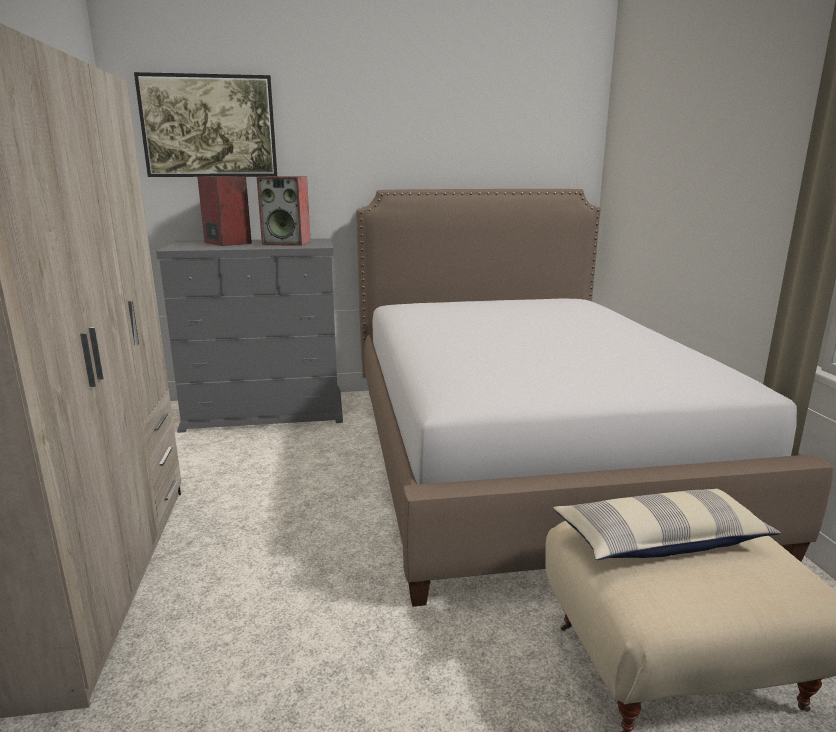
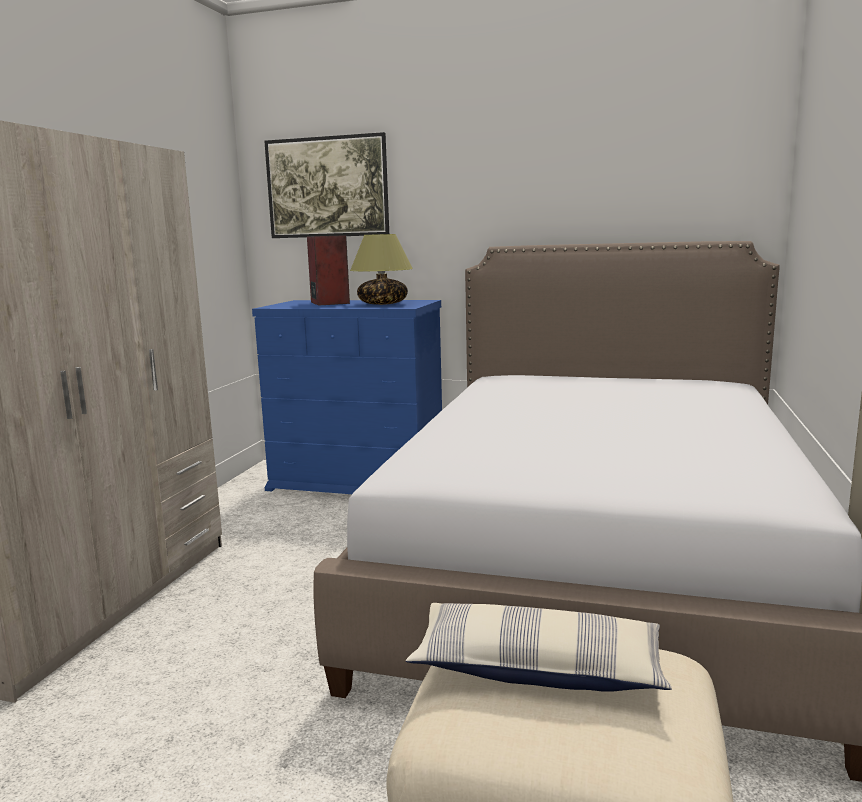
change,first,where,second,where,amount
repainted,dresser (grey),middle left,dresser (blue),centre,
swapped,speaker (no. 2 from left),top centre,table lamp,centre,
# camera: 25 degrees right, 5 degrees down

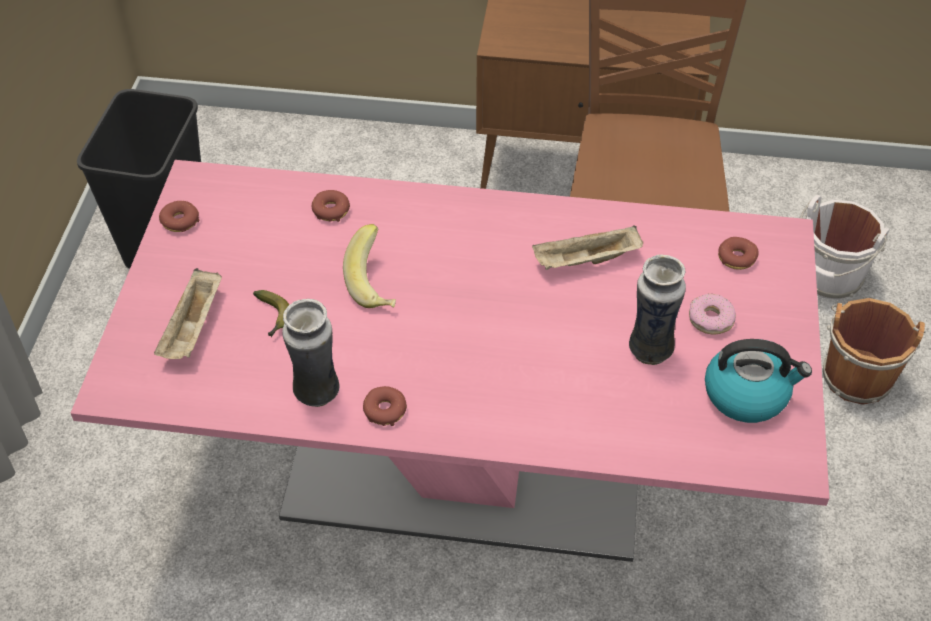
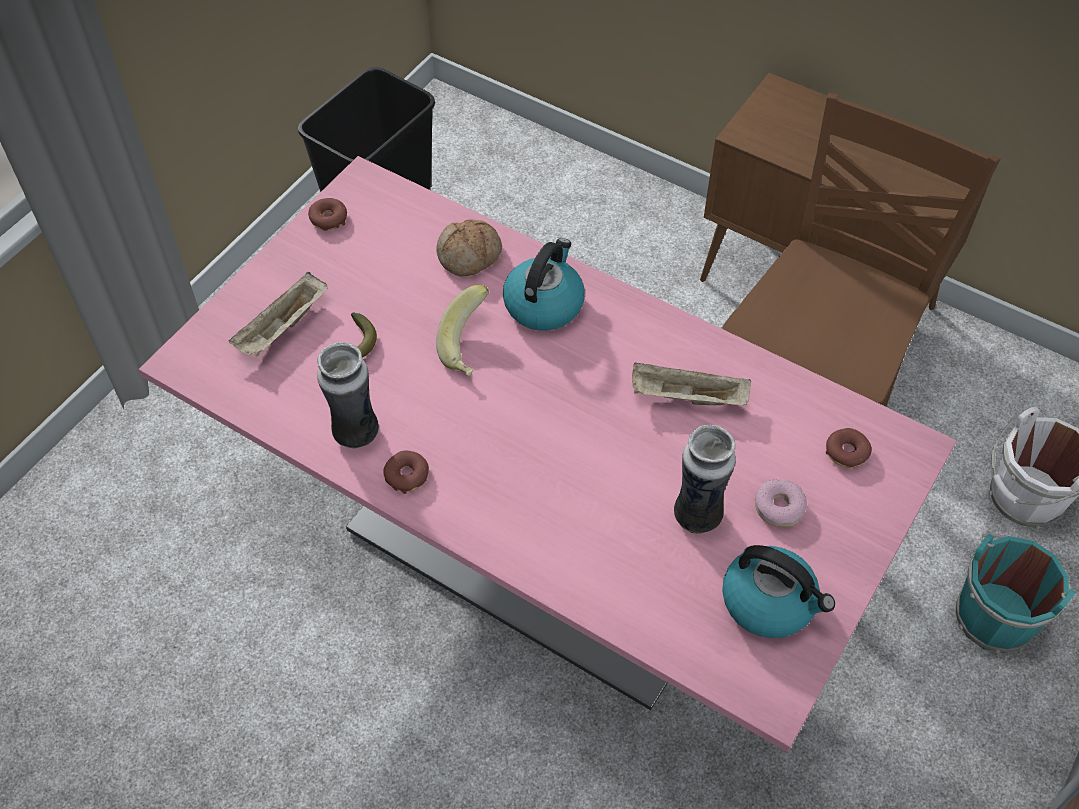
change,first,where,second,where,amount
swapped,donut (no. 2 from left),top centre,bread,top centre,
new,,,kettle (no. 1 from left),centre,
repainted,bucket (brown),middle right,bucket (turquoise),bottom right,
# camera: 25 degrees right, 5 degrees up

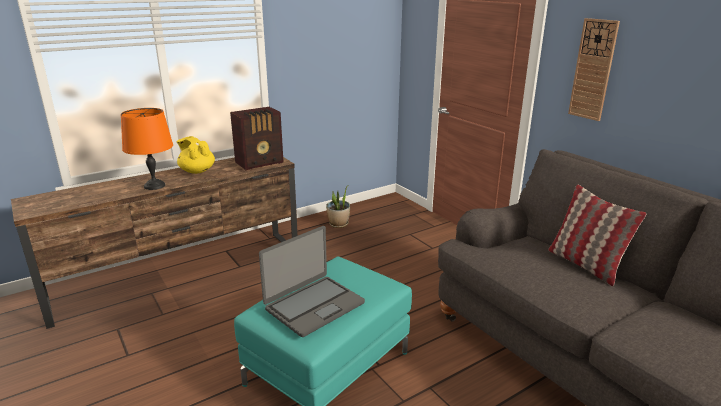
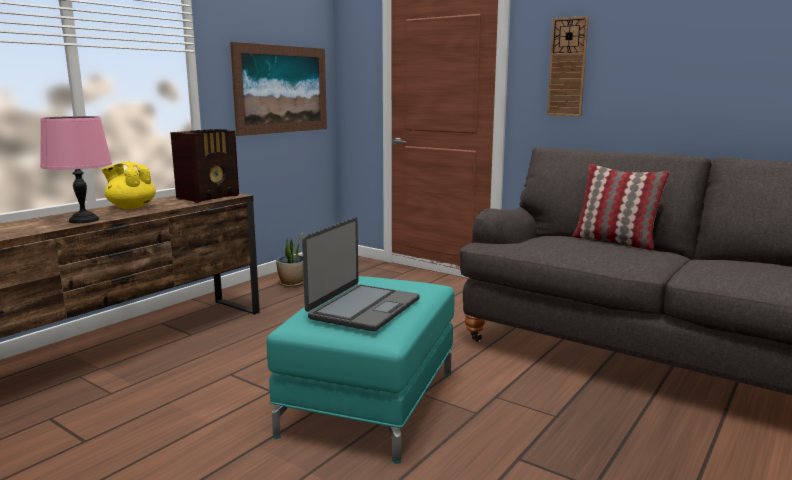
change,first,where,second,where,amount
repainted,table lamp (orange),middle left,table lamp (pink),middle left,
new,,,picture,top centre,
# camera: 20 degrees left, 10 degrees down

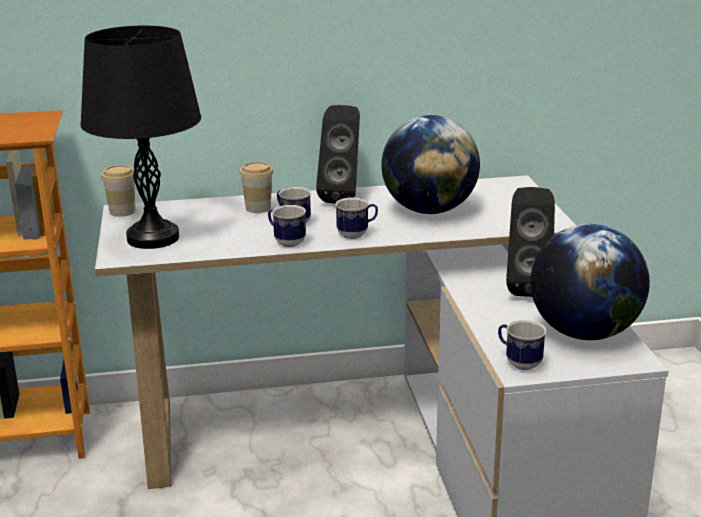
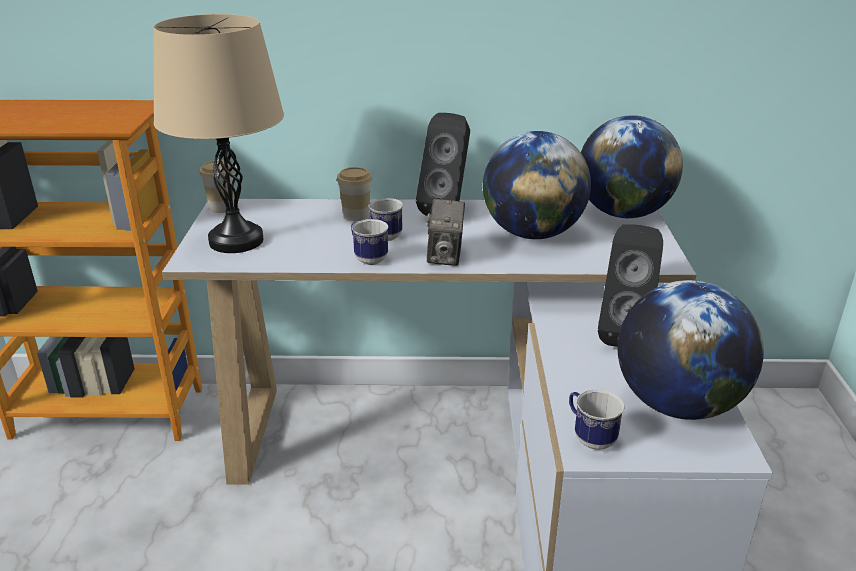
change,first,where,second,where,amount
repainted,table lamp (black),top left,table lamp (beige),top left,
swapped,mug (no. 3 from left),centre,photo camera,centre,
new,,,globe (no. 2 from left),top right,
# camera: 10 degrees right, 5 degrees up

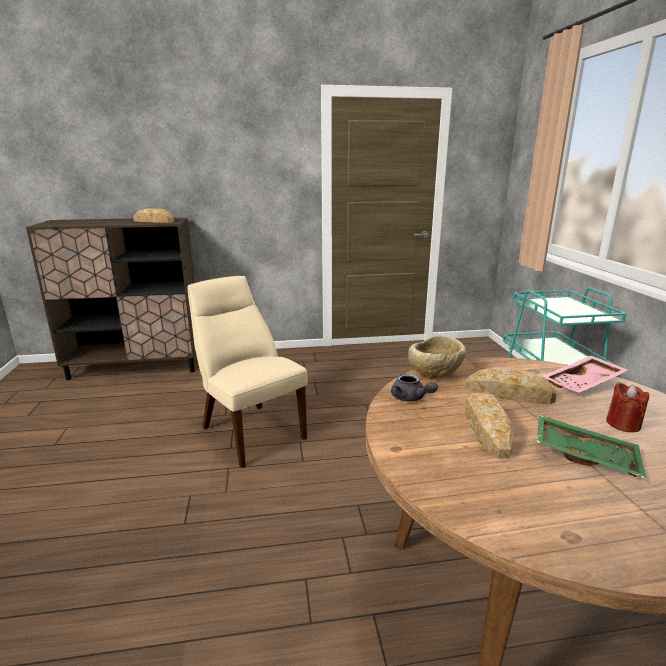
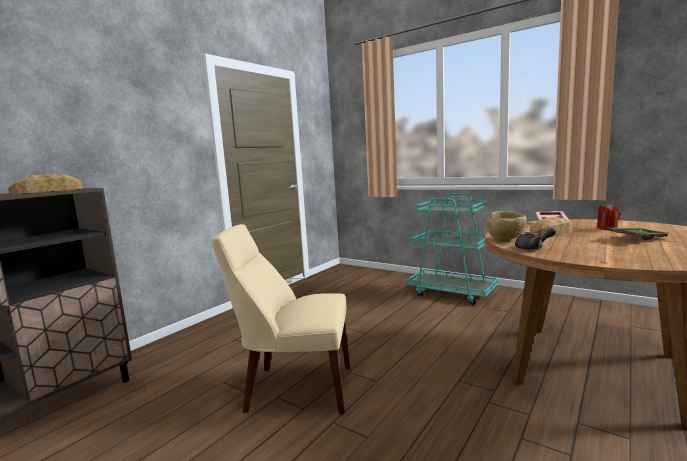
change,first,where,second,where,amount
gone,bread (no. 2 from left),middle right,,,
# camera: 45 degrees left, 10 degrees down

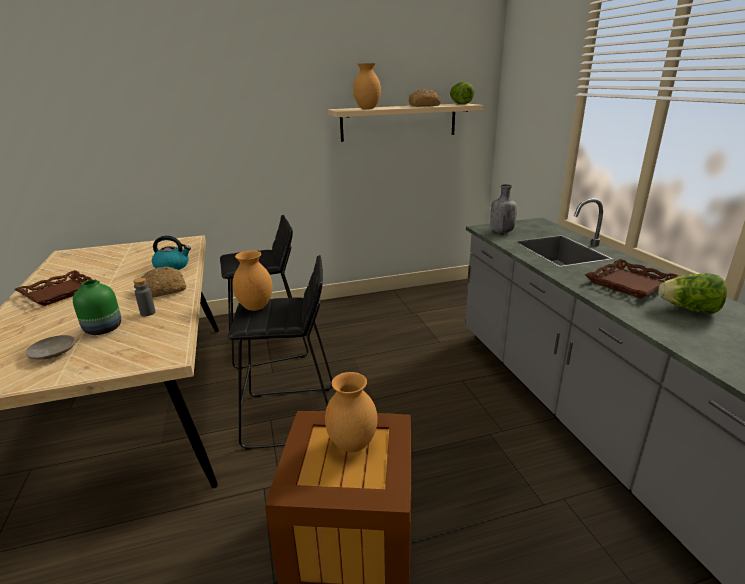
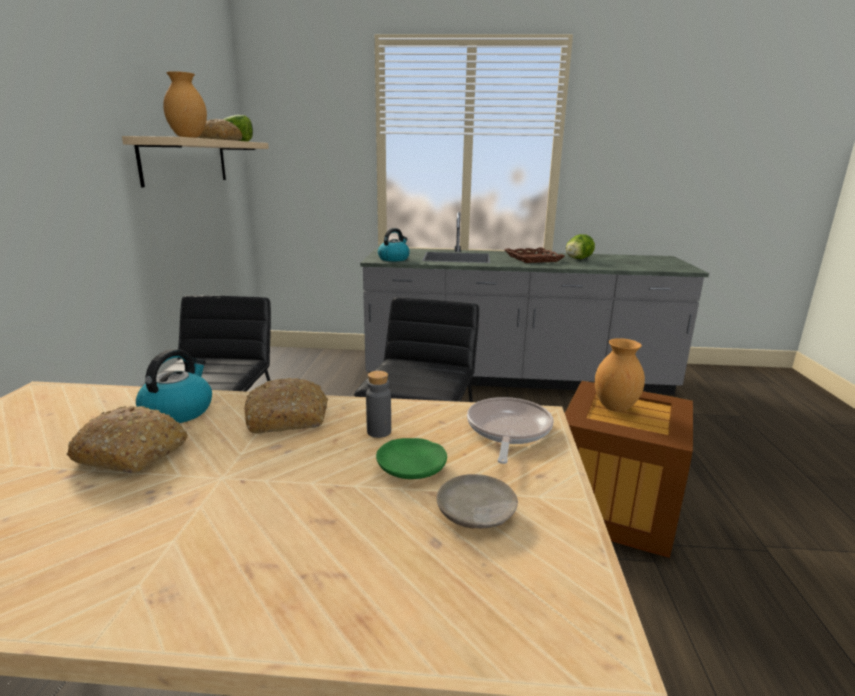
change,first,where,second,where,amount
new,,,bread (no. 1 from left),middle left,
swapped,vase (green),middle left,plate (green),centre,
swapped,bottle (grey) (no. 2 from left),middle right,kettle (no. 2 from left),centre,
new,,,frying pan,centre,
gone,tray (brown) (no. 1 from left),middle left,,,
gone,vase (brown) (no. 1 from left),centre,,,
# camera: 70 degrees left, 5 degrees down

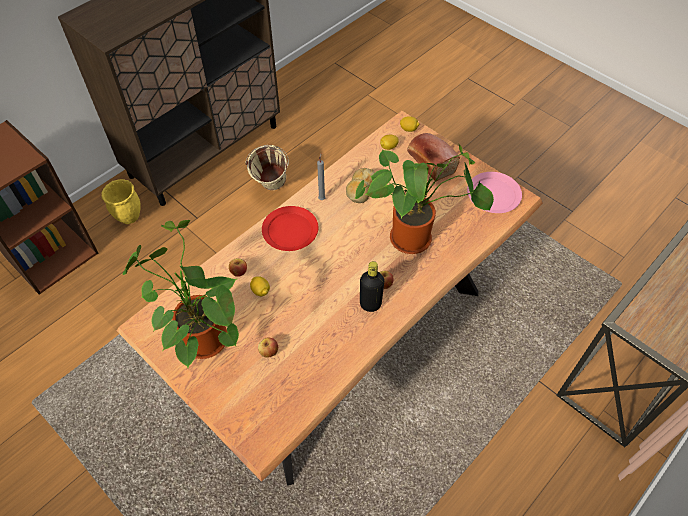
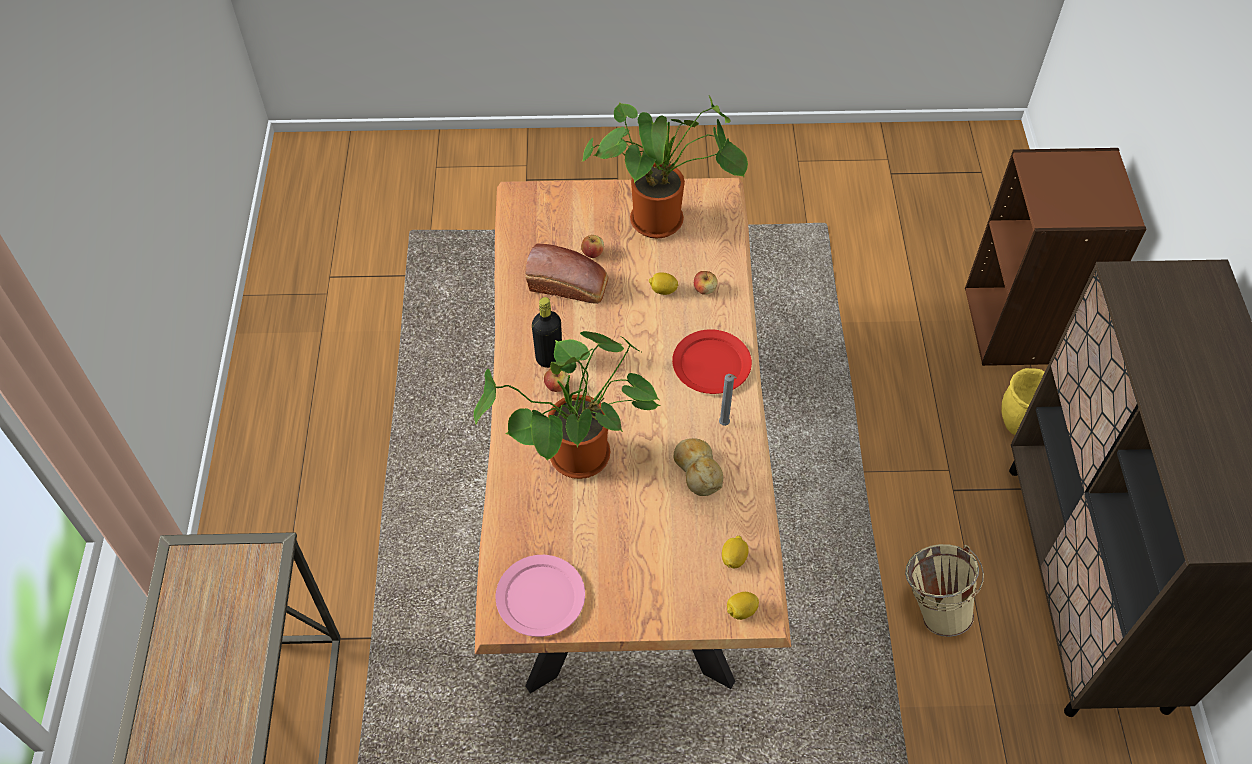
change,first,where,second,where,amount
shifted,bread (no. 2 from left in the first image),top centre,bread (no. 1 from left),centre,
# camera: 135 degrees right, 0 degrees up

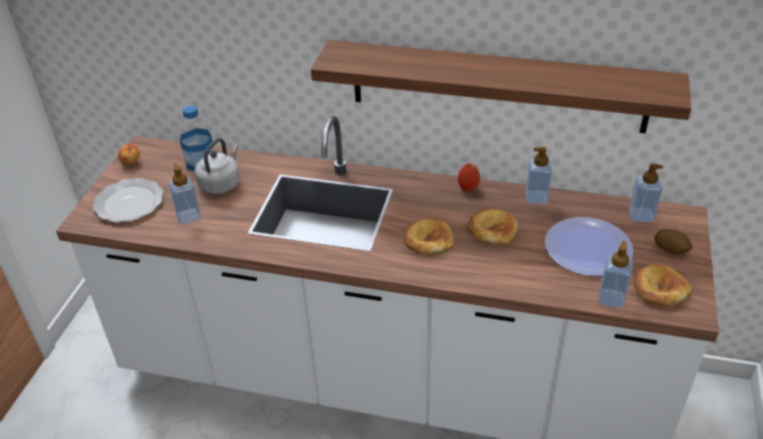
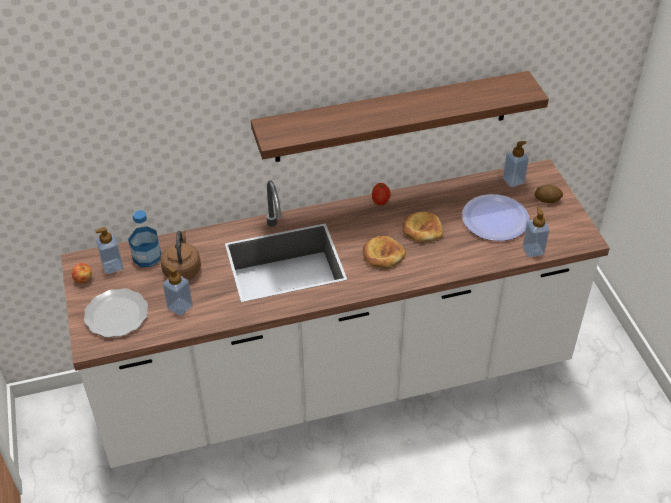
change,first,where,second,where,amount
shifted,soap dispenser (no. 2 from left in the first image),middle right,soap dispenser (no. 1 from left),middle left,
repainted,kettle (grey),middle left,kettle (brown),middle left,
gone,bread (no. 3 from left),middle right,,,
# camera: 30 degrees left, 5 degrees up

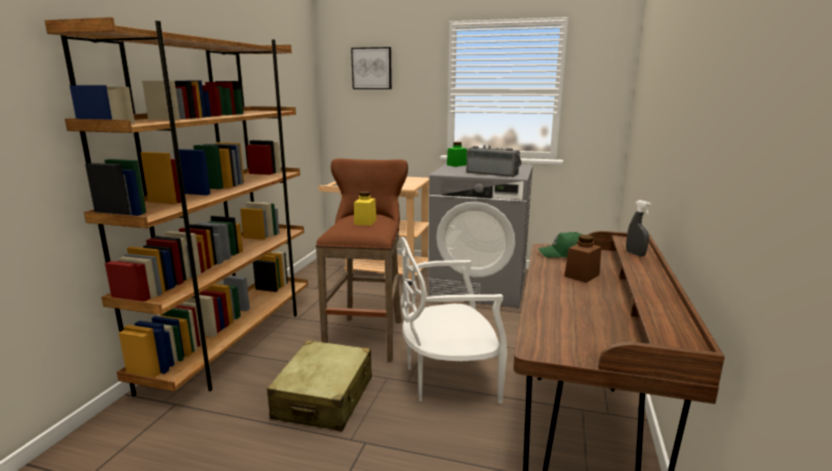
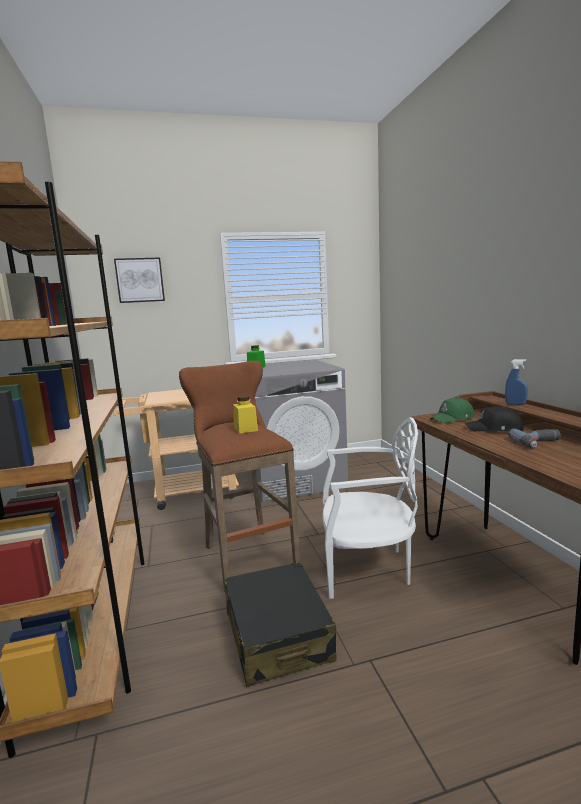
change,first,where,second,where,amount
repainted,suitcase (beige),bottom centre,suitcase (black),bottom centre,
rotated,chair (white),bottom centre,,centre,135 degrees counterclockwise
swapped,jar (brown),middle right,cap (black),middle right,
repainted,spray bottle (grey),middle right,spray bottle (blue),middle right,
new,,,power drill,middle right,
gone,radio,centre,,,
# camera: 30 degrees left, 5 degrees down

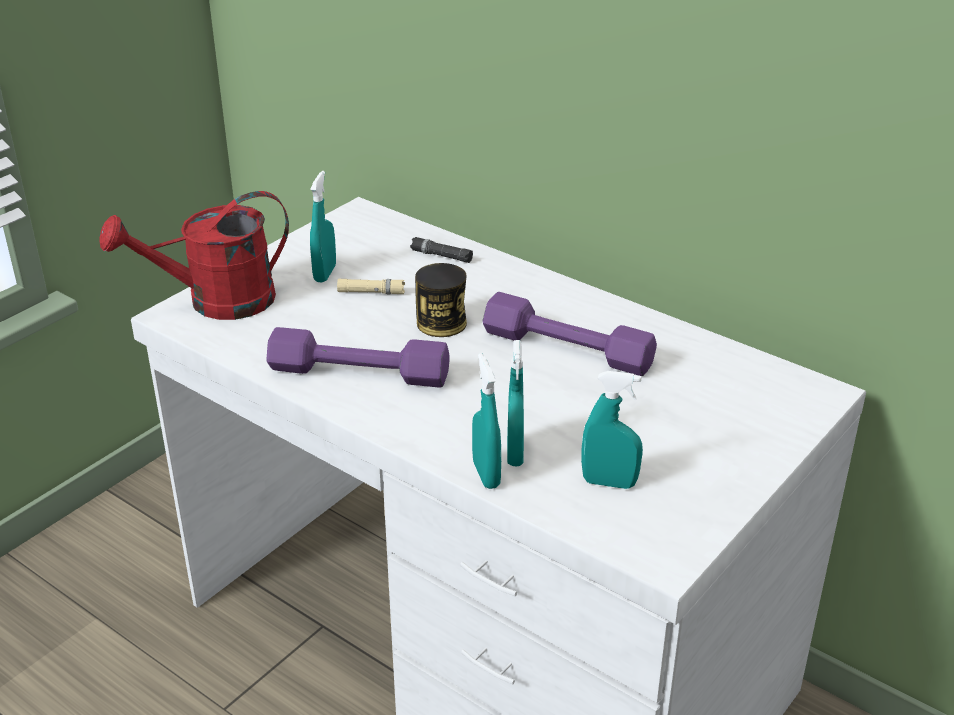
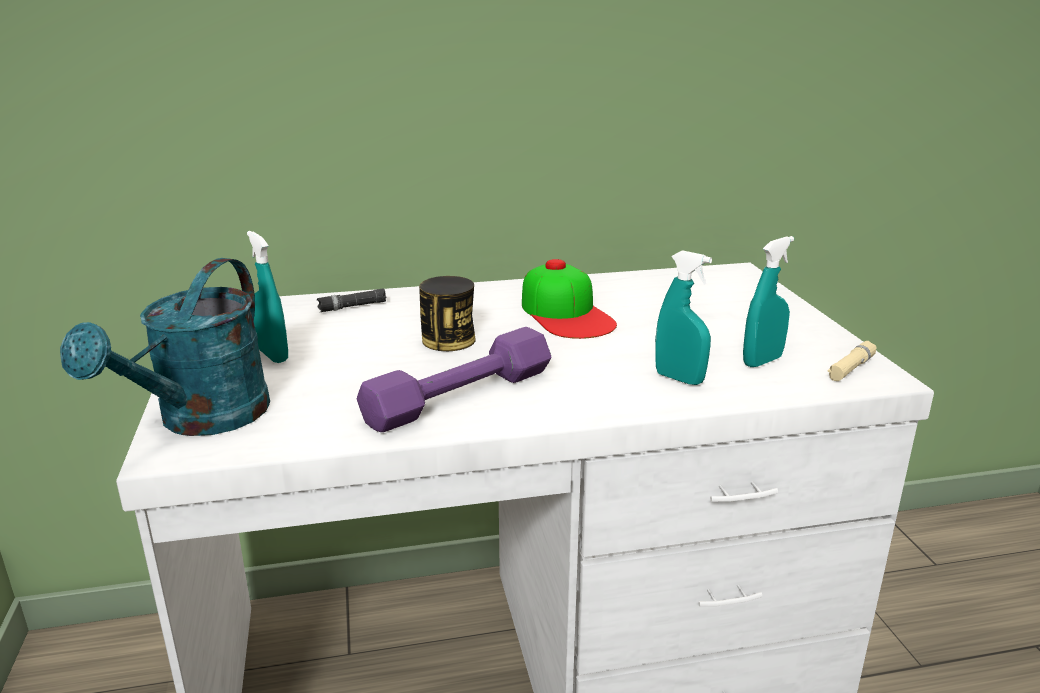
change,first,where,second,where,amount
repainted,watering can (red),middle left,watering can (turquoise),middle left,
swapped,dumbbell (purple) (no. 2 from left),centre,cap,centre,
shifted,flashlight (beige),centre,,middle right,
gone,spray bottle (turquoise) (no. 2 from left),centre,,,
# camera: 50 degrees left, 10 degrees down

